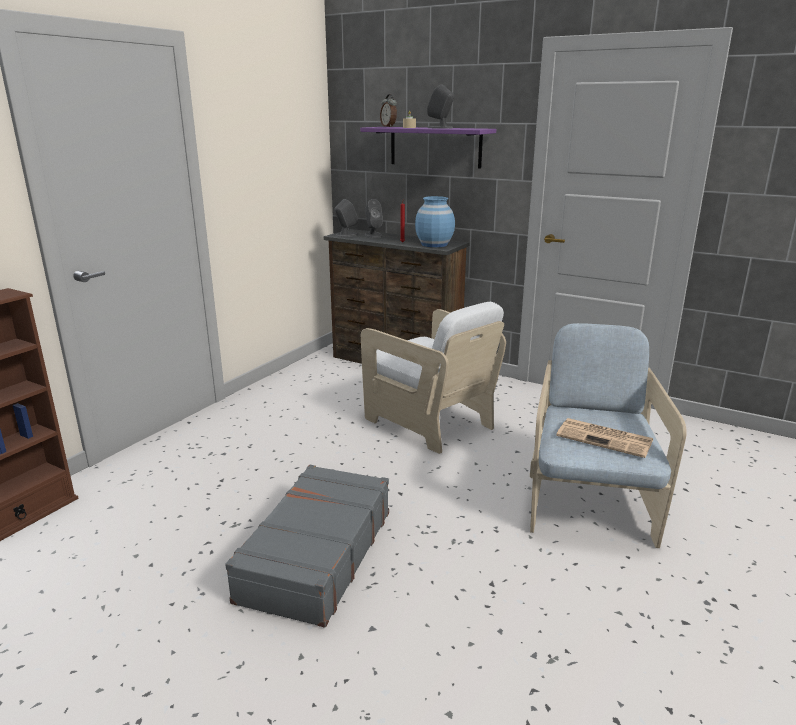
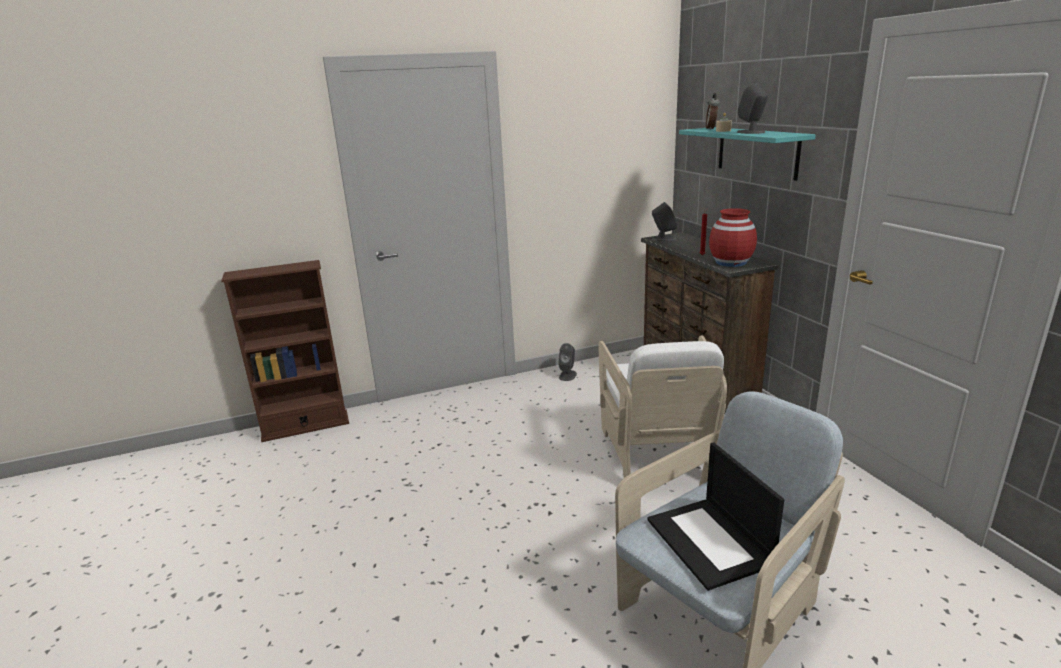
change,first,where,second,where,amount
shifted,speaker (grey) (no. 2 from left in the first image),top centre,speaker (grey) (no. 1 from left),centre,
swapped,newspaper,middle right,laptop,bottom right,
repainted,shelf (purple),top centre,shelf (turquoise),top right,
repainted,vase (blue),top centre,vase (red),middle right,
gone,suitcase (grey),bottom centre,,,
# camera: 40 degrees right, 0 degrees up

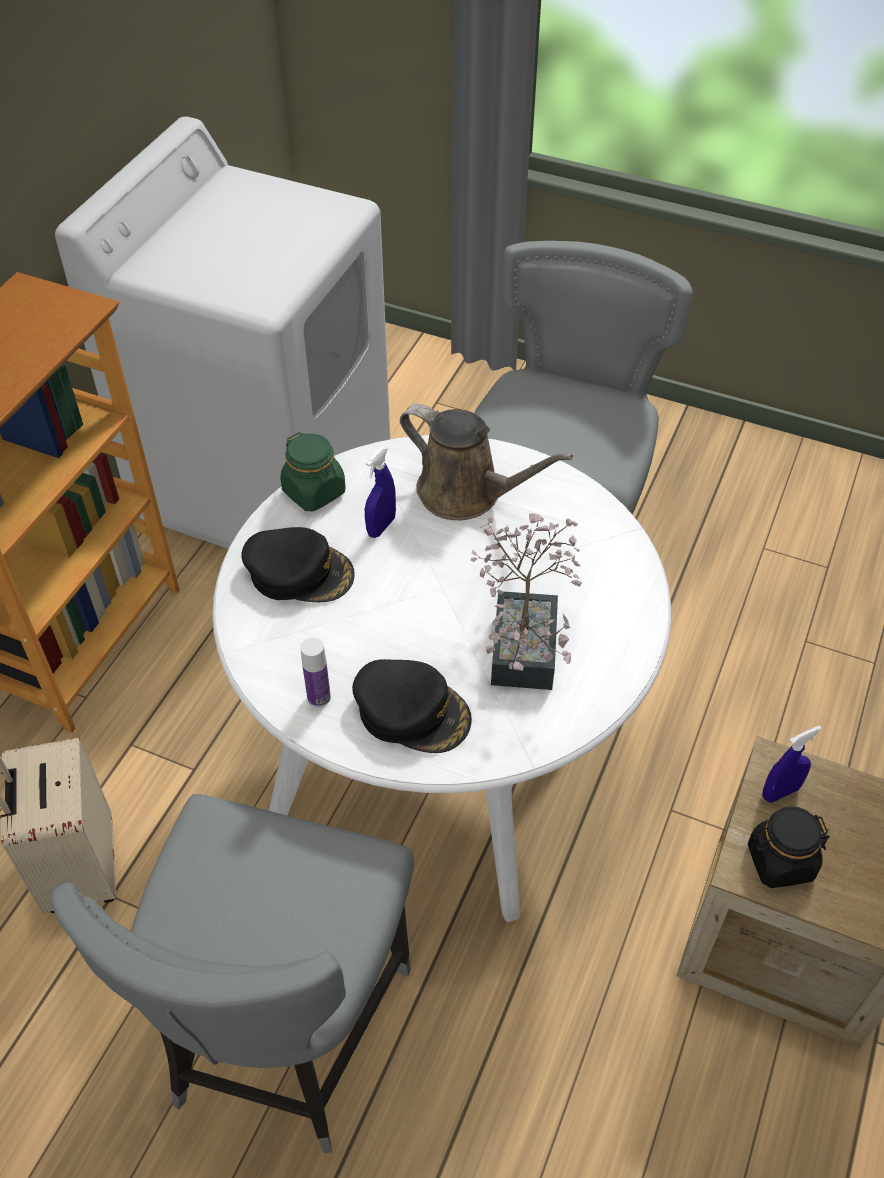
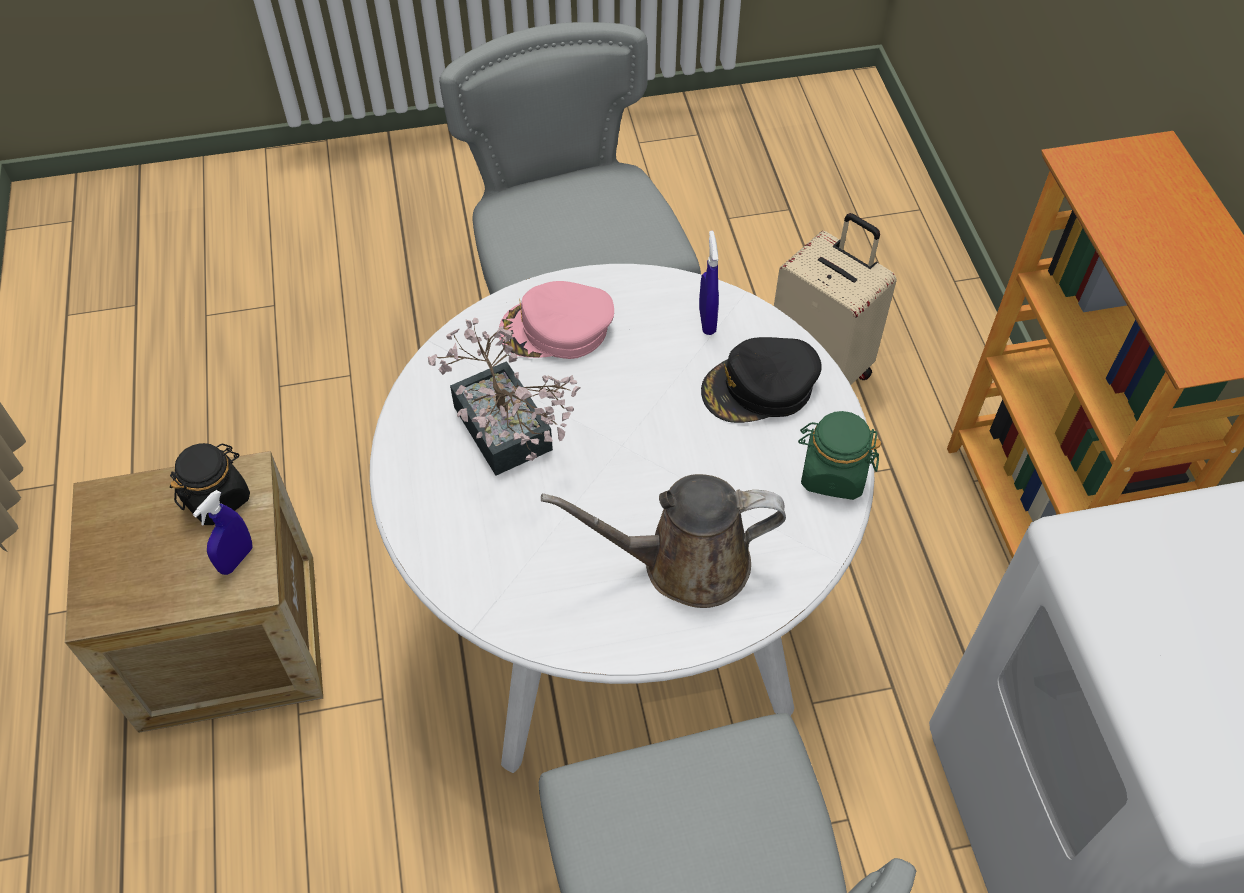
change,first,where,second,where,amount
repainted,cap (black) (no. 2 from left),centre,cap (pink),centre,
shifted,spray bottle (blue) (no. 1 from left in the first image),centre,spray bottle (blue) (no. 2 from left),top centre,
gone,bottle,centre,,,
# camera: 145 degrees right, 5 degrees up

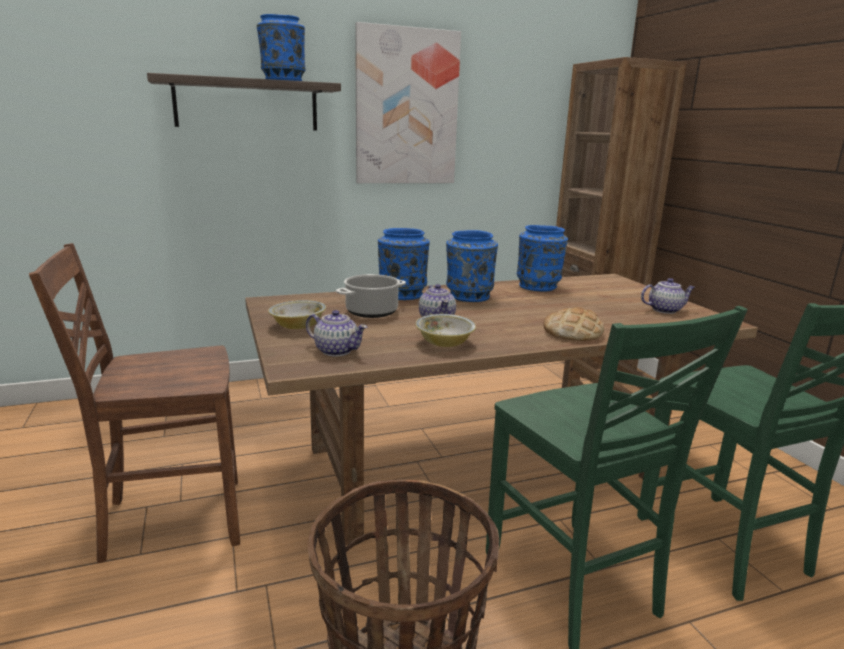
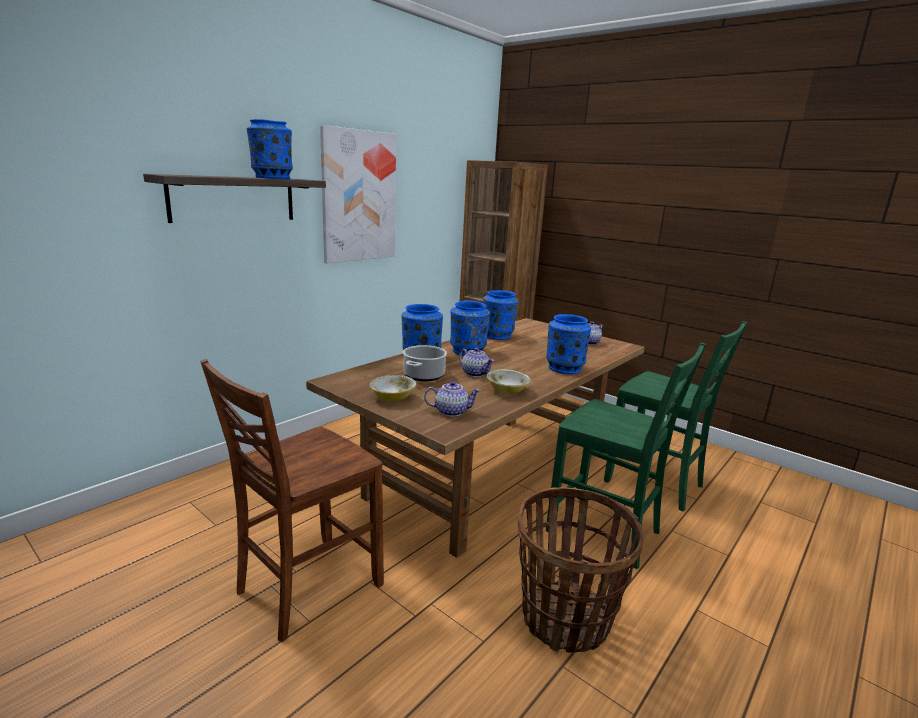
change,first,where,second,where,amount
swapped,bread,middle right,vase (blue) (no. 5 from left),centre,
# camera: 30 degrees left, 0 degrees up

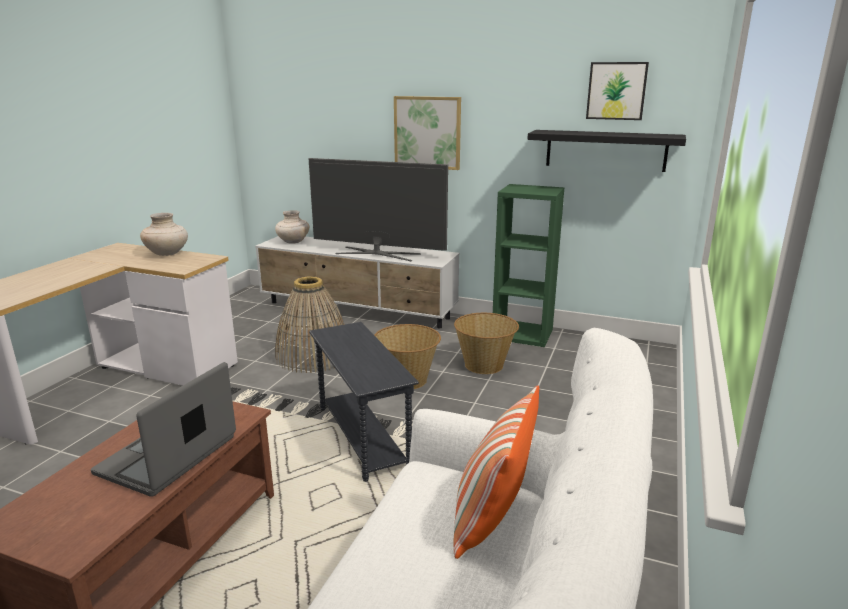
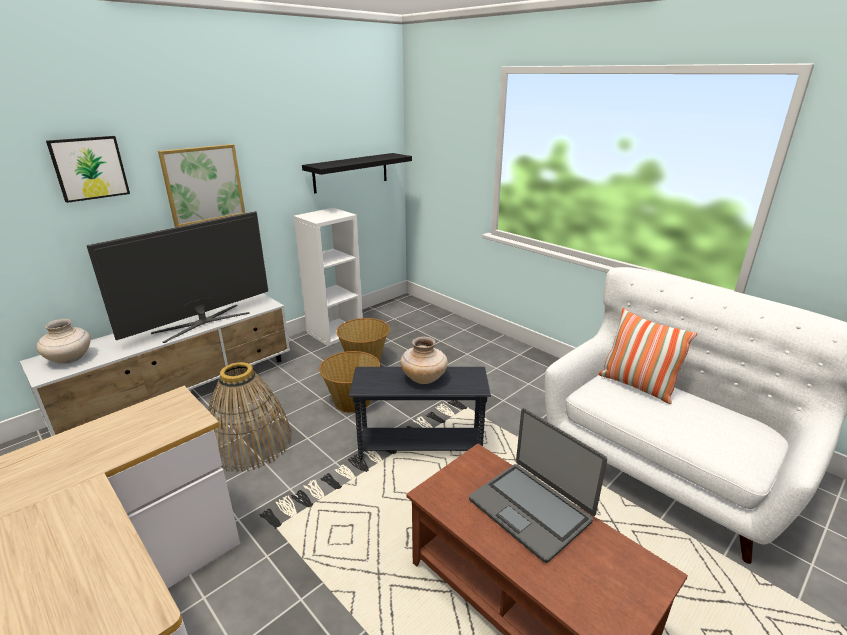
change,first,where,second,where,amount
shifted,picture (no. 2 from left in the first image),top right,picture (no. 1 from left),top left,
repainted,bookcase (green),centre,bookcase (white),centre,
shifted,vase (beige) (no. 1 from left in the first image),middle left,vase (beige) (no. 2 from left),centre,
# camera: 65 degrees left, 5 degrees up

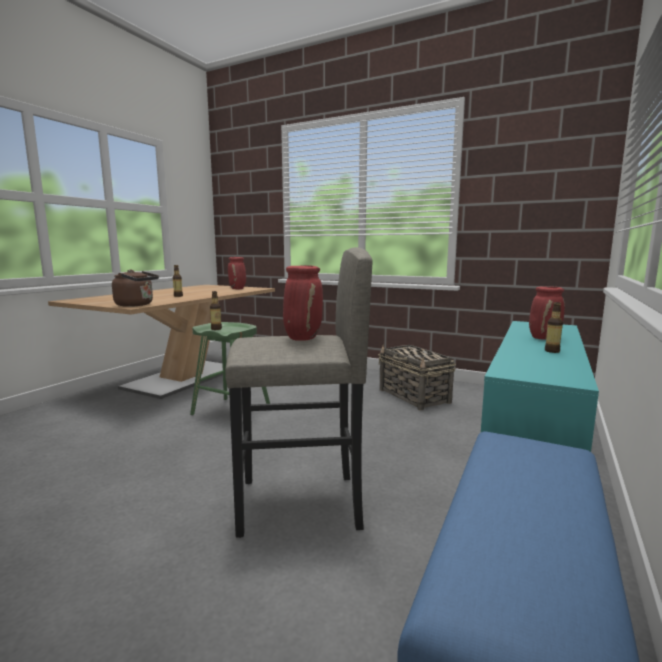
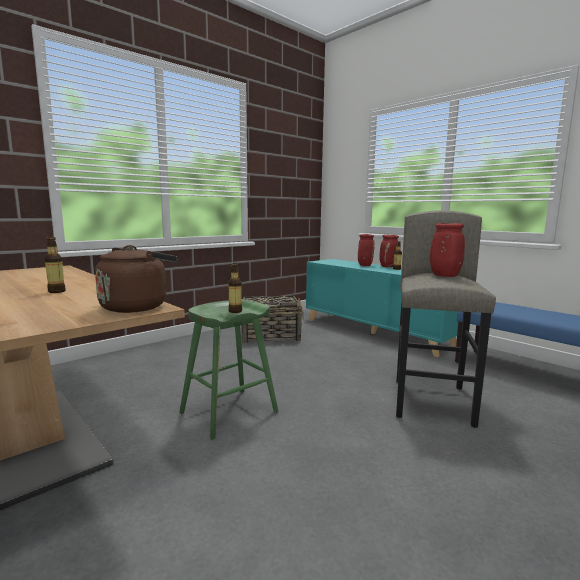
change,first,where,second,where,amount
shifted,vase (red) (no. 1 from left in the first image),centre,vase (red) (no. 2 from left),middle right,
# camera: 70 degrees left, 0 degrees up

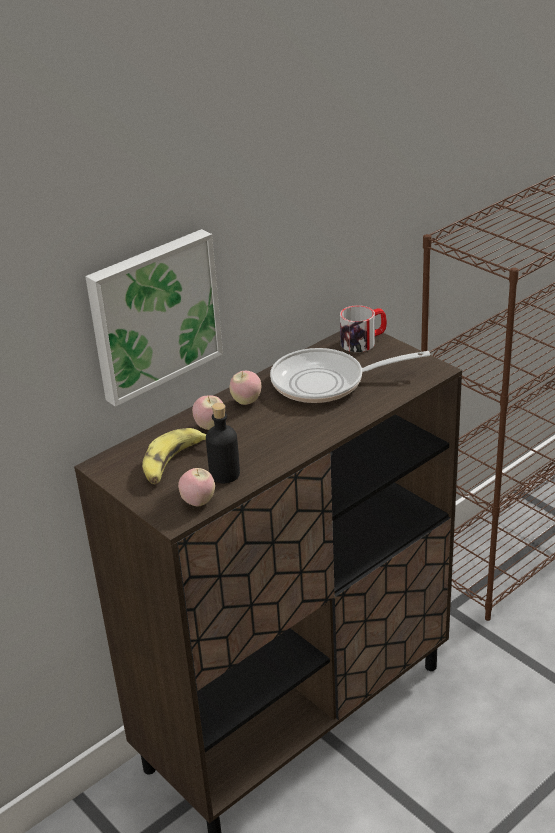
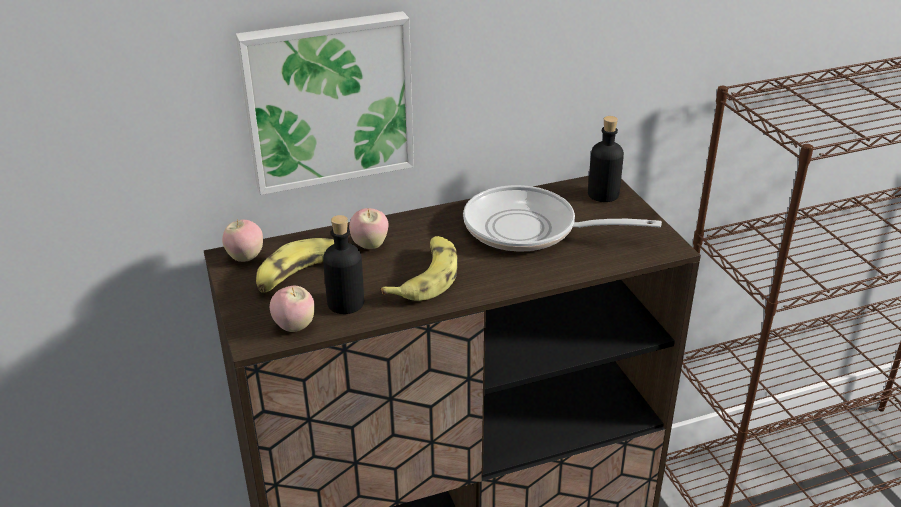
change,first,where,second,where,amount
shifted,apple (no. 3 from left in the first image),centre,apple (no. 1 from left),middle left,
new,,,banana (no. 2 from left),centre,
swapped,mug,centre,bottle (black) (no. 2 from left),top right,
# camera: 20 degrees right, 0 degrees up

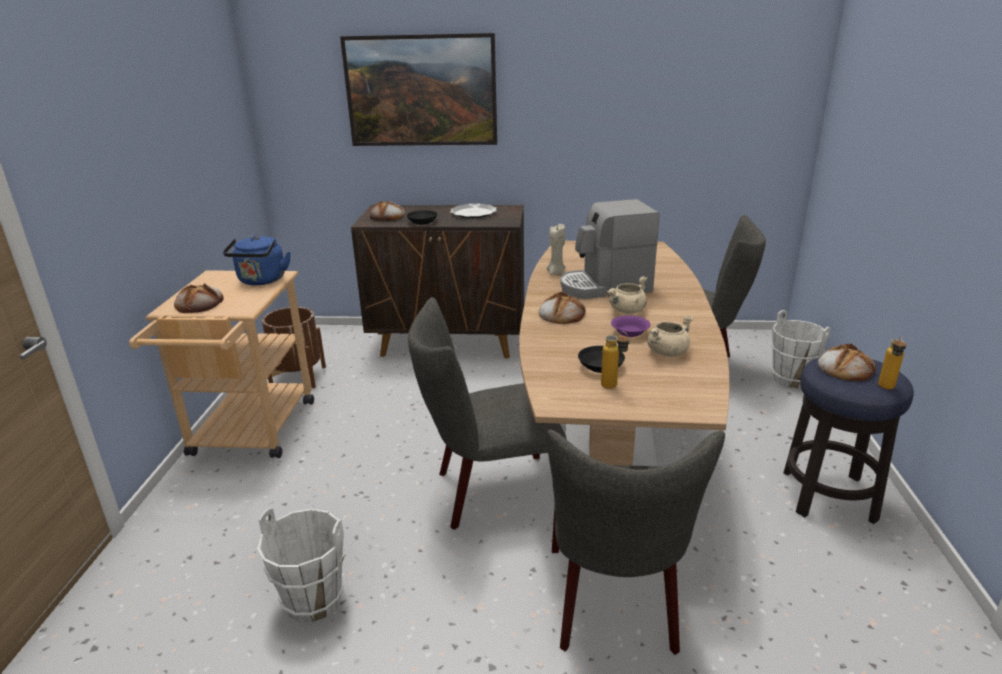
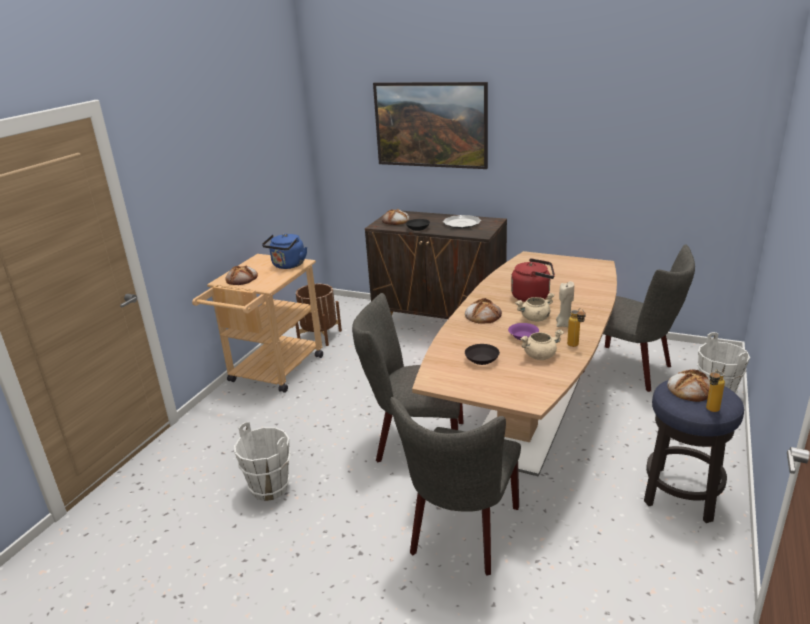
change,first,where,second,where,amount
swapped,coffee machine,centre,kettle (red),centre,
shifted,candle (beige),centre,,middle right,
shifted,bottle (no. 1 from left),centre,,middle right,
# camera: 20 degrees right, 0 degrees up

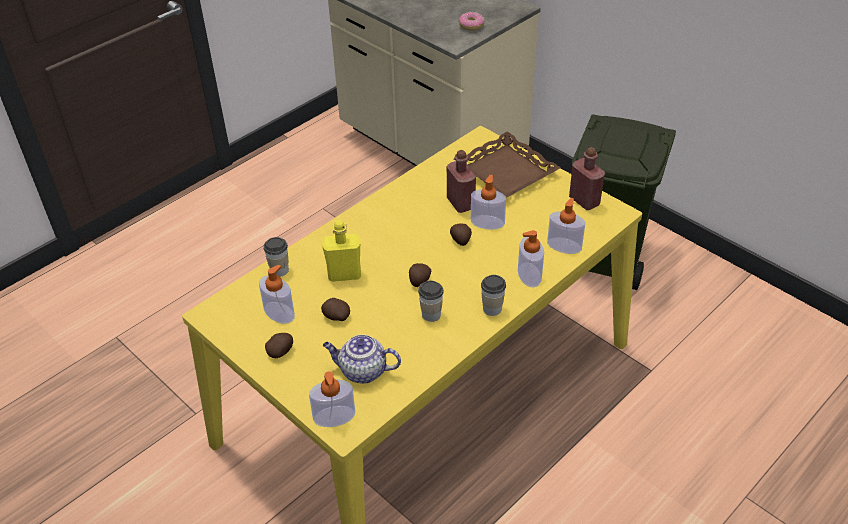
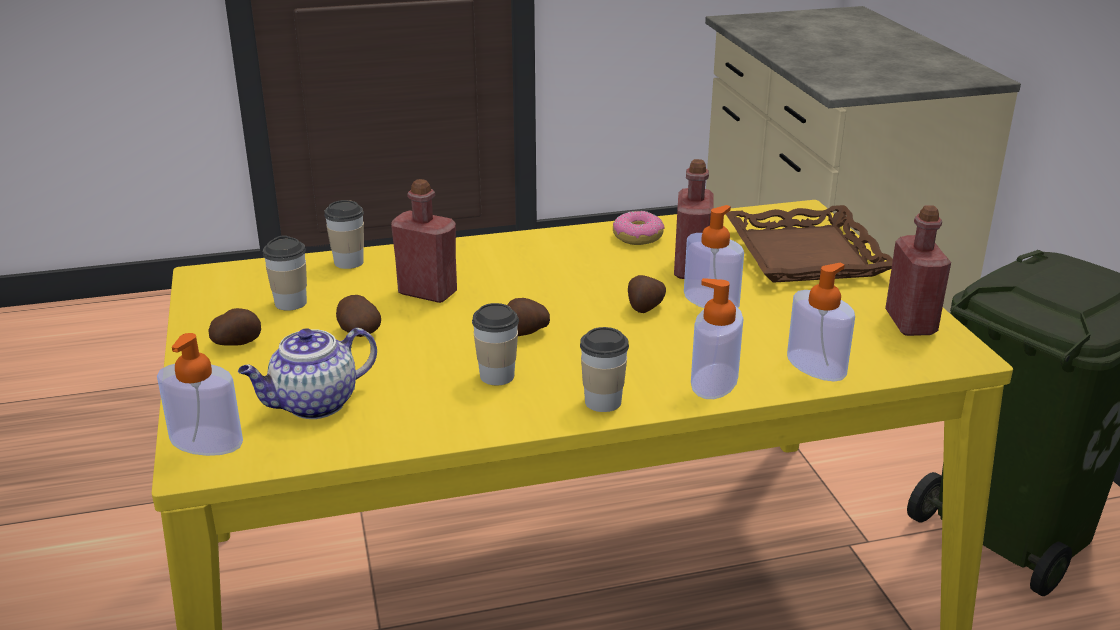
change,first,where,second,where,amount
rotated,teapot,bottom centre,,middle left,75 degrees counterclockwise
swapped,soap dispenser (no. 1 from left),middle left,cup (no. 1 from left),middle left,
repainted,bottle (yellow),centre,bottle (red) (no. 1 from left),centre,
shifted,donut,top centre,,centre,
# camera: 30 degrees right, 15 degrees down

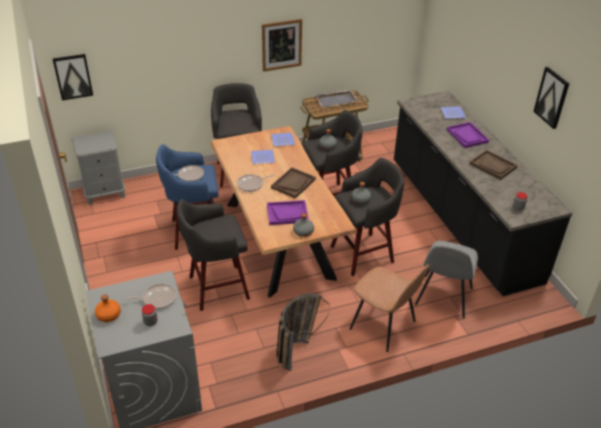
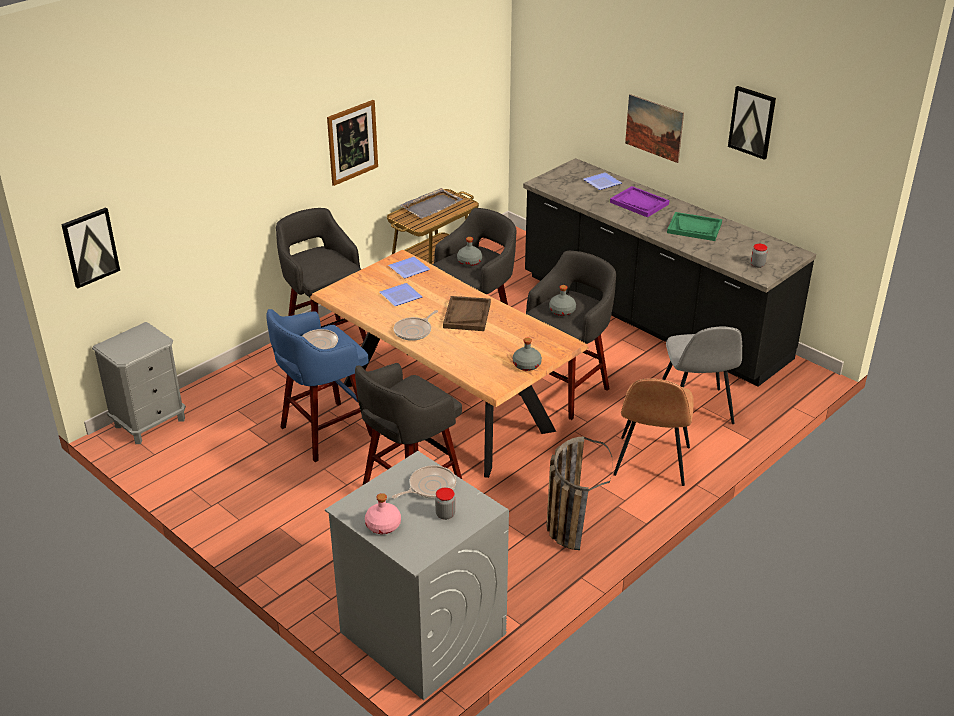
change,first,where,second,where,amount
repainted,bottle (orange),bottom left,bottle (pink),bottom centre,
rotated,chair (brown),bottom centre,,middle right,90 degrees clockwise
new,,,picture (no. 3 from left),top right,
repainted,tray (brown) (no. 2 from left),middle right,tray (green),top right,
gone,tray (purple) (no. 1 from left),centre,,,
# camera: 25 degrees left, 5 degrees down

